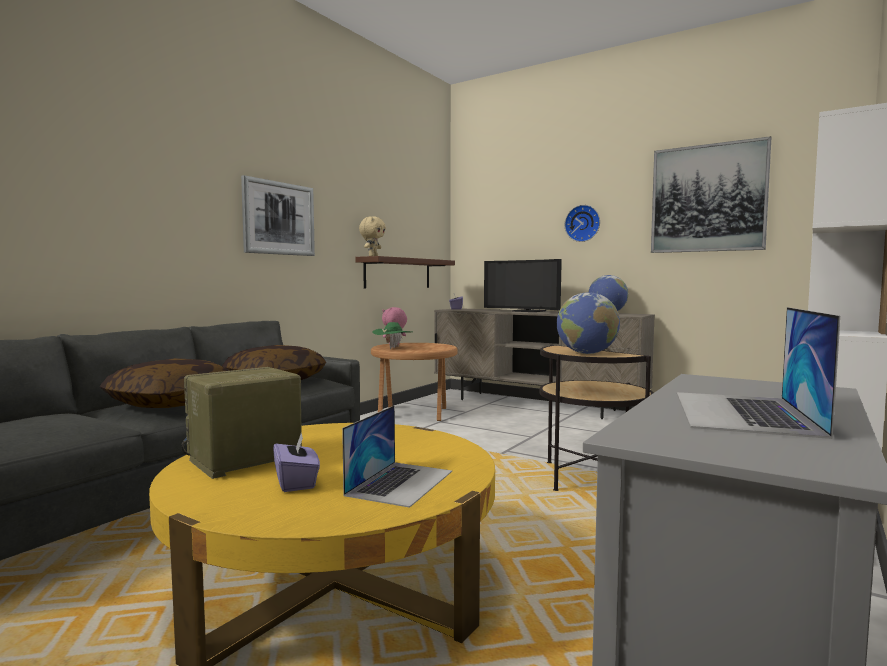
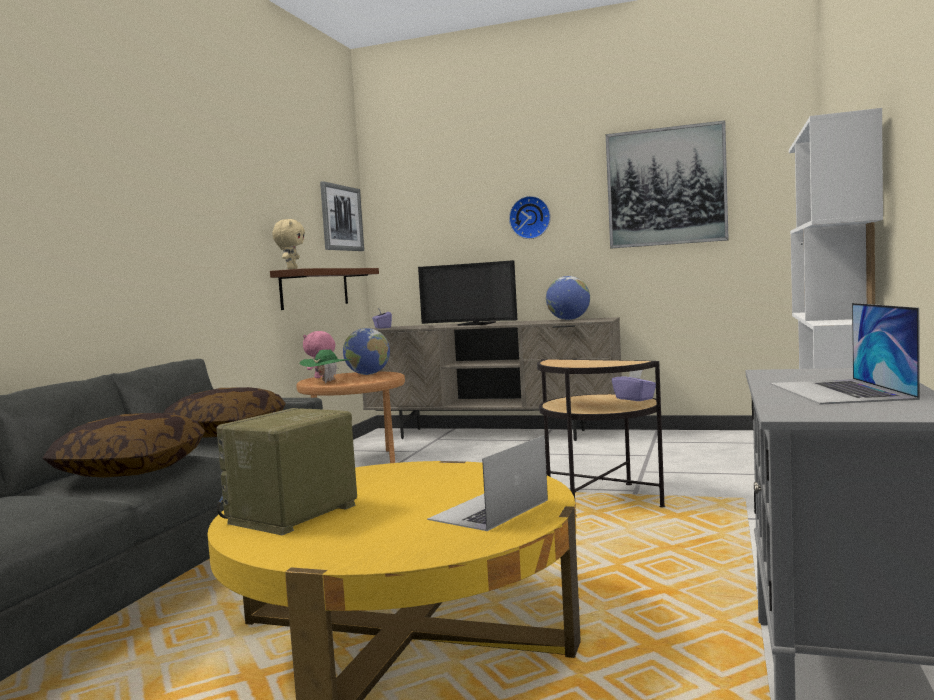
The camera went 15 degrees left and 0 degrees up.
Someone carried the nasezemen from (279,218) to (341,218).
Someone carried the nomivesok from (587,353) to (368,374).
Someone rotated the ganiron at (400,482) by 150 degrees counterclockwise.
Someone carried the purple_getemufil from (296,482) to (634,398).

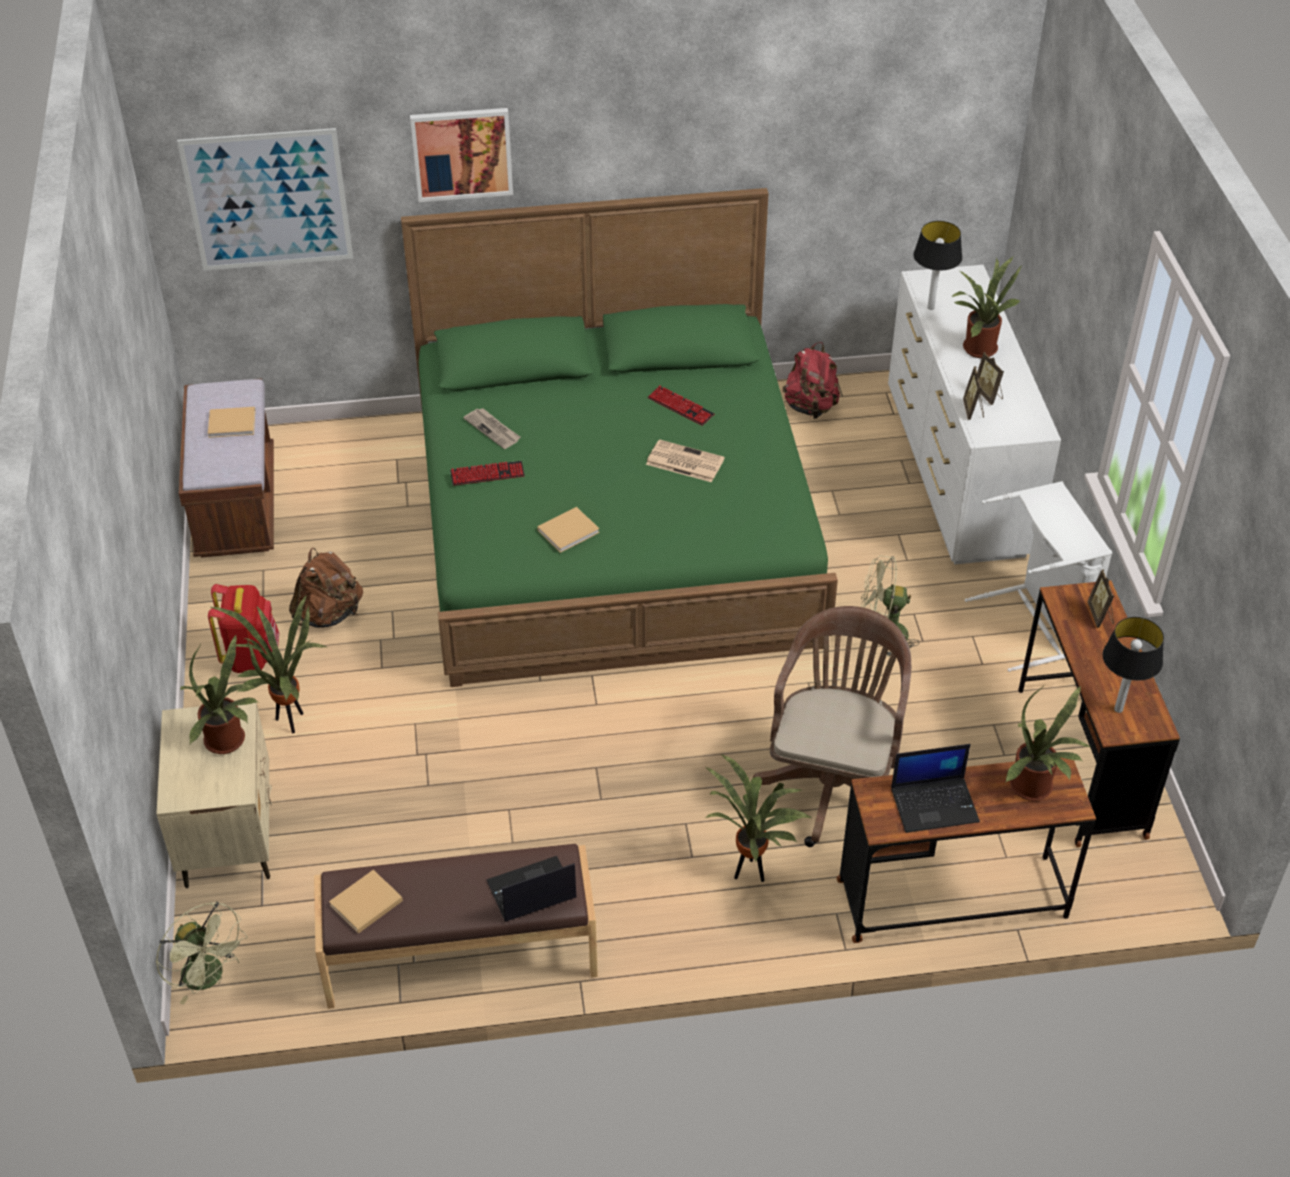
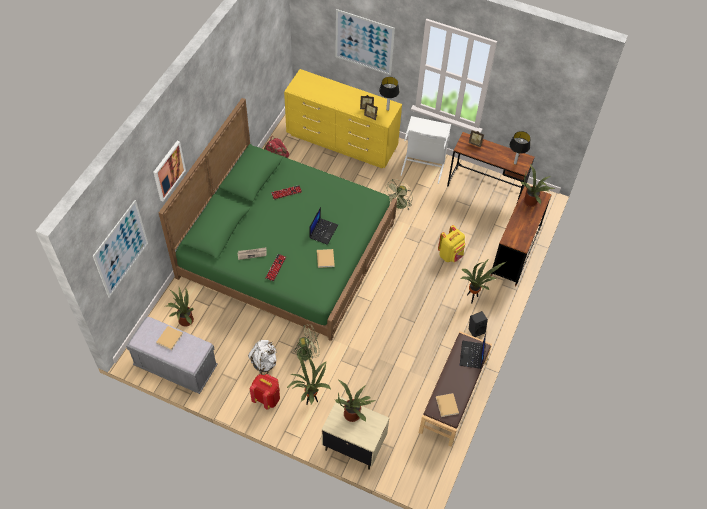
The camera went 60 degrees left and 10 degrees up.
Someone carried the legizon from (930,307) to (387,109).
Someone carried the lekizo from (977,347) to (184,320).
Someone repainted the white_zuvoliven at (956,475), which became the yellow_zuvoliven at (342,142).
Someone repainted the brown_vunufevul at (236,505), which became the grey_vunufevul at (176,367).
Someone took away the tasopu at (683,462).
Someone repainted the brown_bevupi at (329,614), which became the white_bevupi at (264,362).
Someone swapped the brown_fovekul at (833,781) for the yellow_bevupi at (450,255).
Someone carried the ganiron from (935,804) to (323,231).
Someone carried the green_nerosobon from (209,978) to (307,352).
Someone put up the nasezemen at (364,42).
Someone put down the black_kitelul at (476,329).

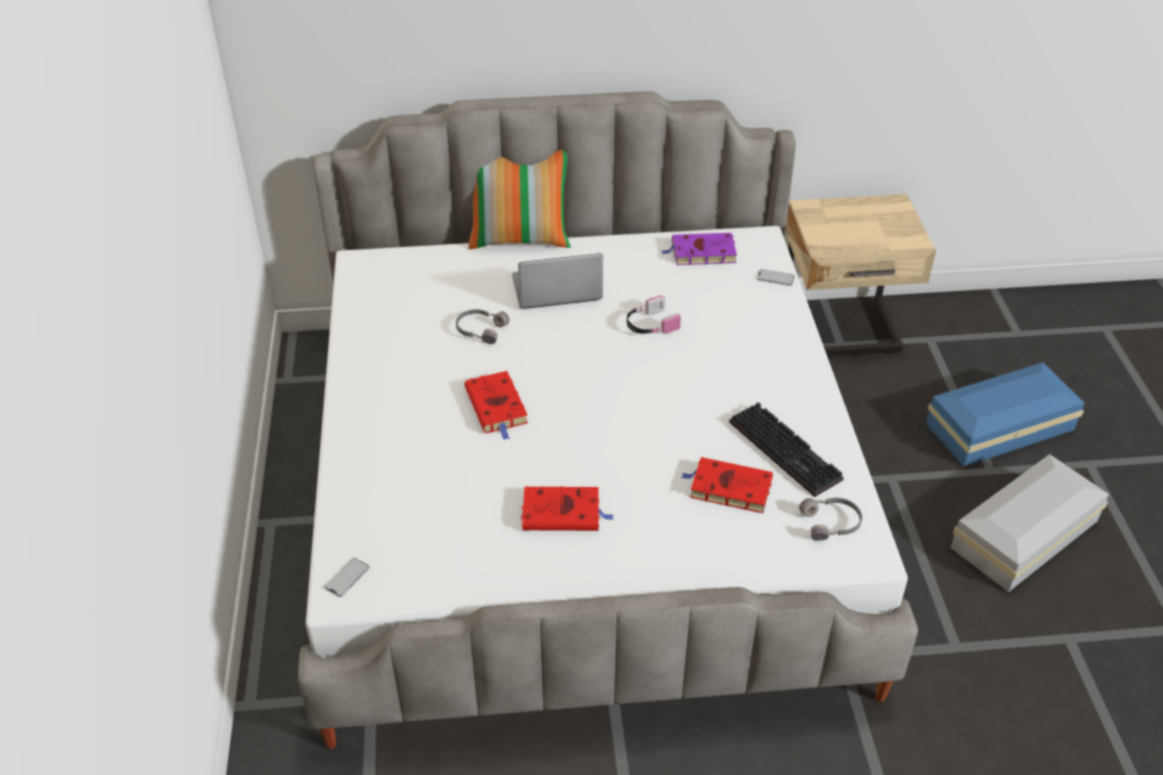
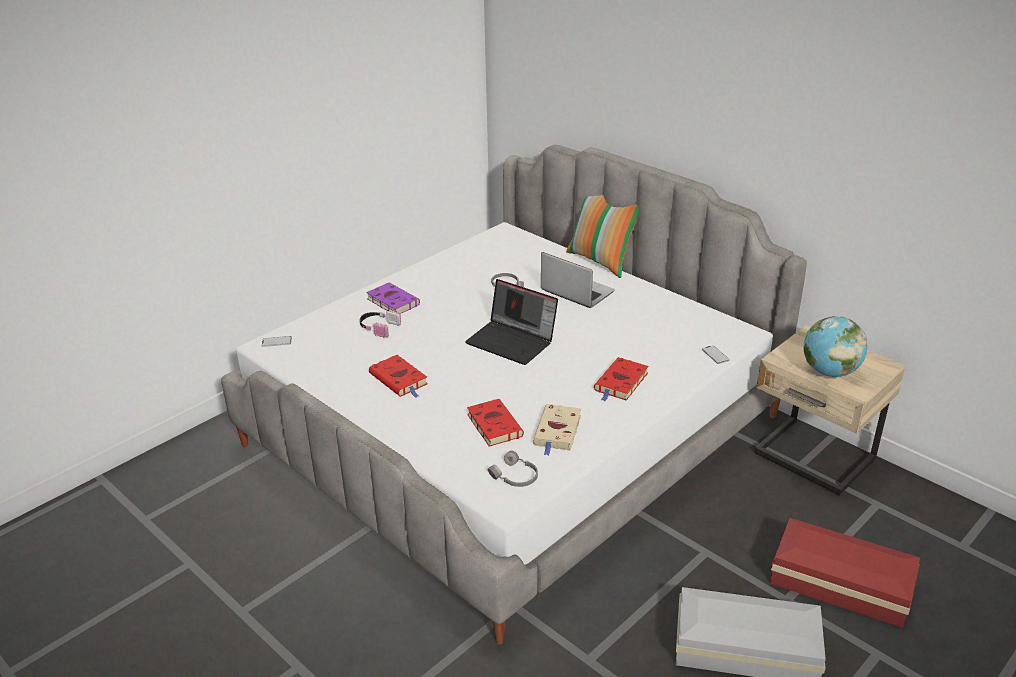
The camera went 50 degrees right and 10 degrees down.
Someone carried the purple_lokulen from (701,253) to (391,301).
Someone carried the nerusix from (650,325) to (378,327).
Someone repainted the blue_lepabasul at (996,426), which became the red_lepabasul at (839,581).
Someone carried the red_lokulen from (497,407) to (620,383).
Someone swapped the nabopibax at (788,451) for the beige_lokulen at (557,432).
Someone put down the ganiron at (513,341).
Someone put down the nomivesok at (829,372).

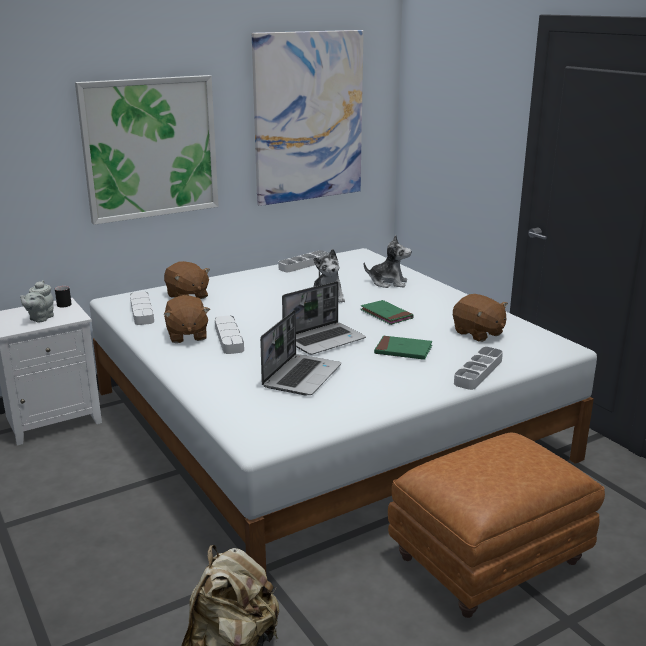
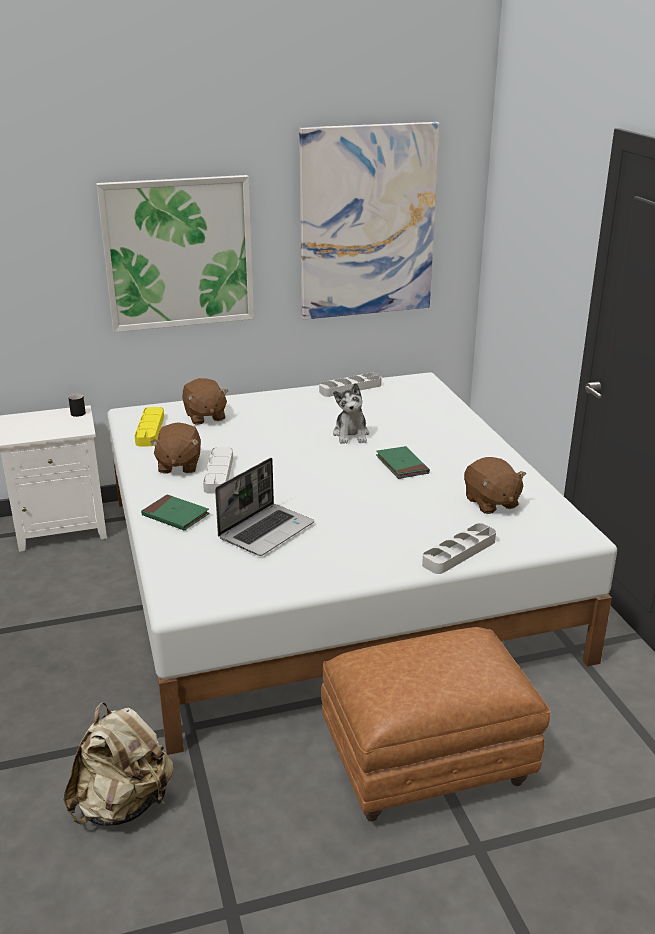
The camera went 15 degrees right and 5 degrees up.
Someone took away the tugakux at (388,283).
Someone took away the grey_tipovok at (40,318).
Someone took away the ganiron at (324,340).
Someone repainted the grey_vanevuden at (142,311), which became the yellow_vanevuden at (150,430).
Someone carried the green_lokulen from (403,350) to (175,515).

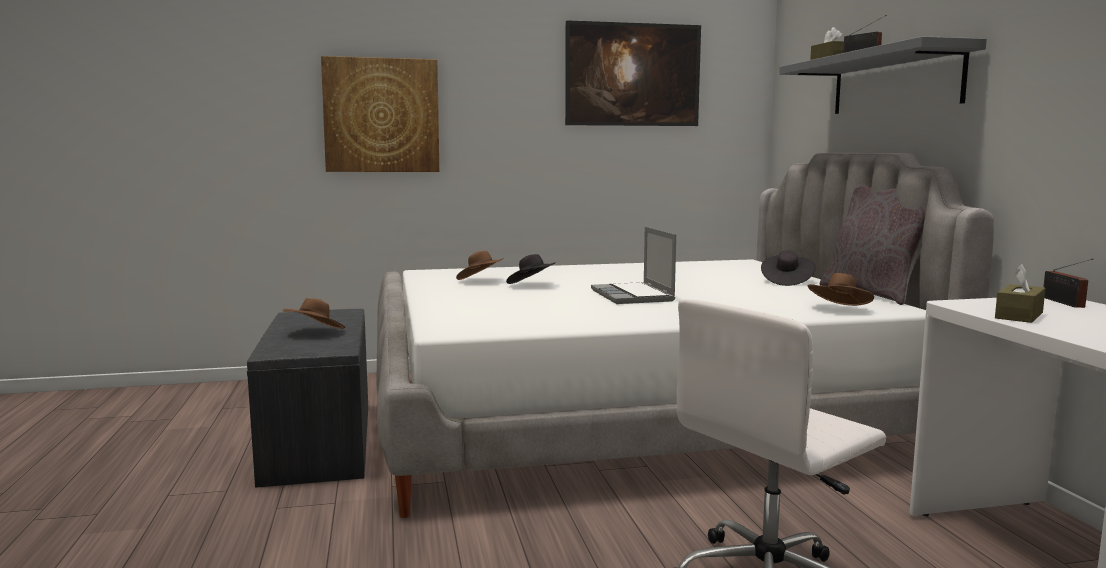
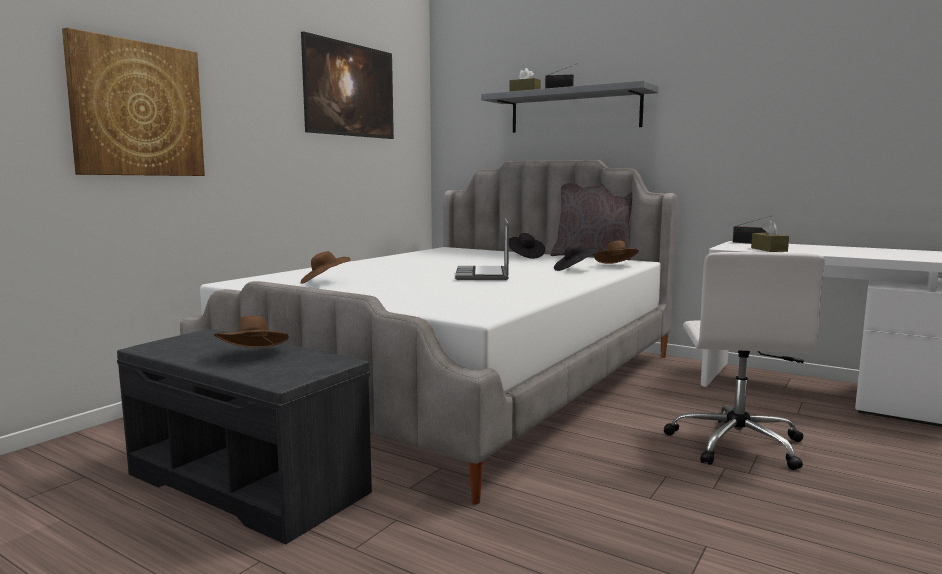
The camera went 45 degrees left and 0 degrees up.
Someone rotated the ganiron at (633,296) by 60 degrees clockwise.
Someone carried the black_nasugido from (531,285) to (575,269).

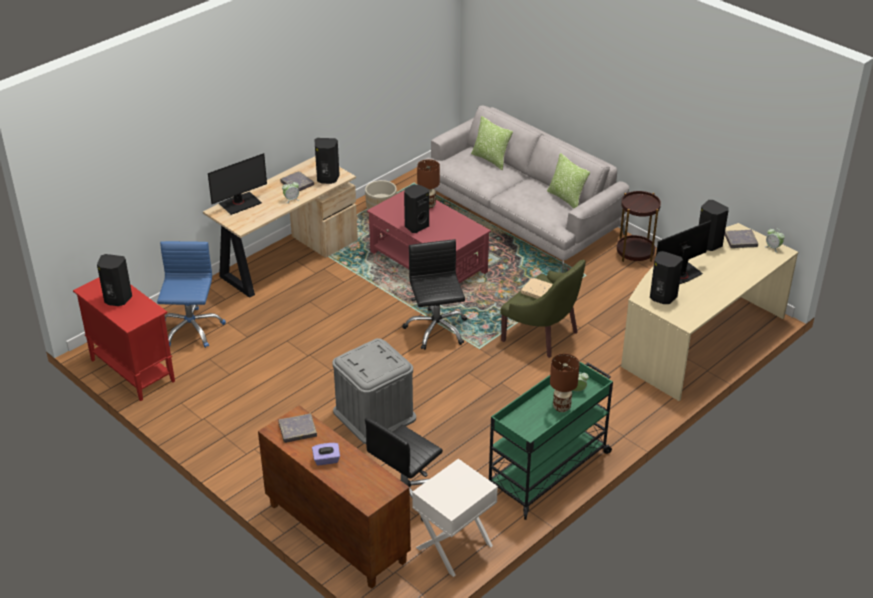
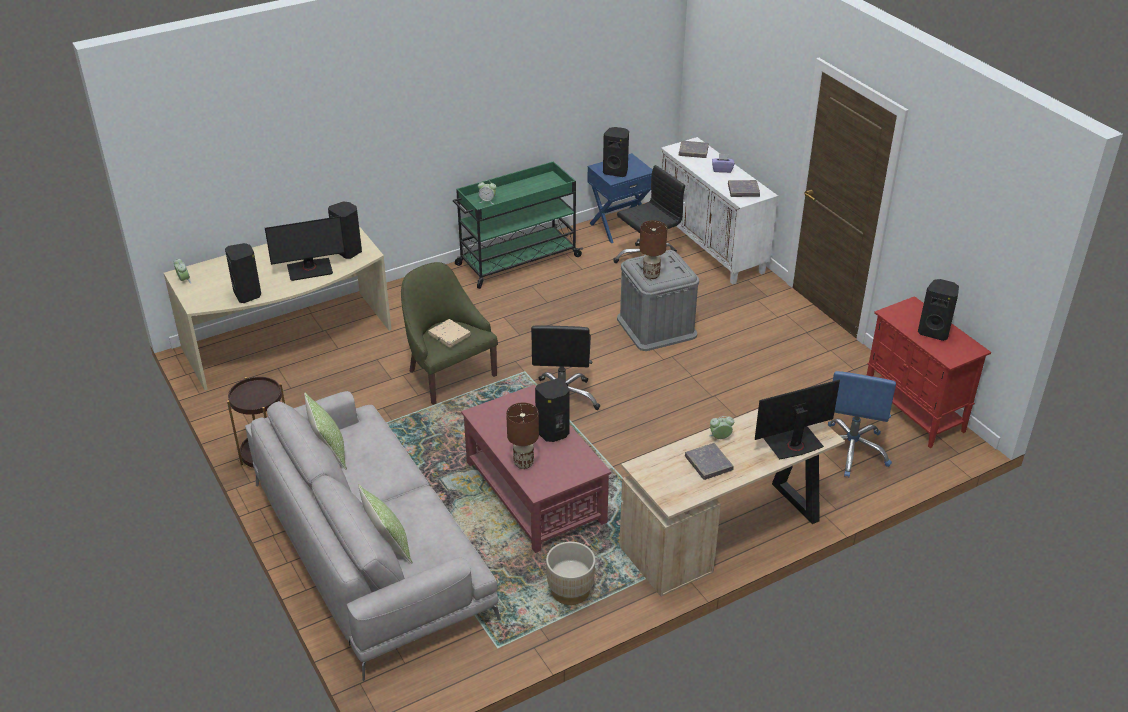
The camera went 165 degrees left and 0 degrees up.
Someone carried the black_kitelul from (327,179) to (616,172).
Someone carried the grey_lokulen from (740,241) to (693,151).
Someone carried the brown_legizon from (561,407) to (651,275).
Someone repainted the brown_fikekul at (335,533), which became the white_fikekul at (712,248).
Someone repainted the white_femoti at (455,547), which became the blue_femoti at (619,226).

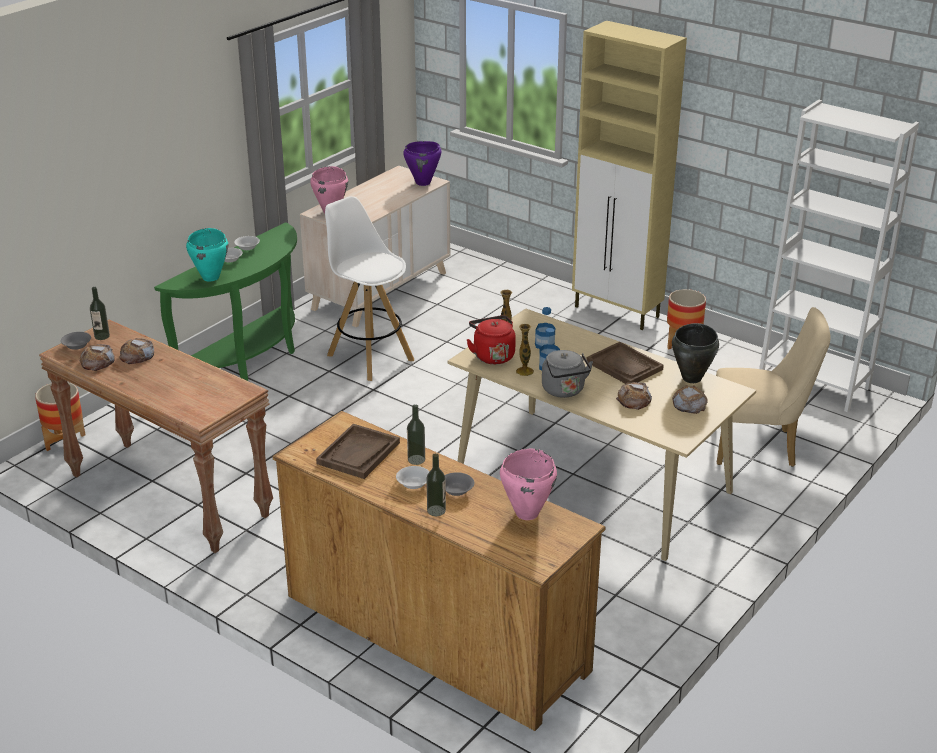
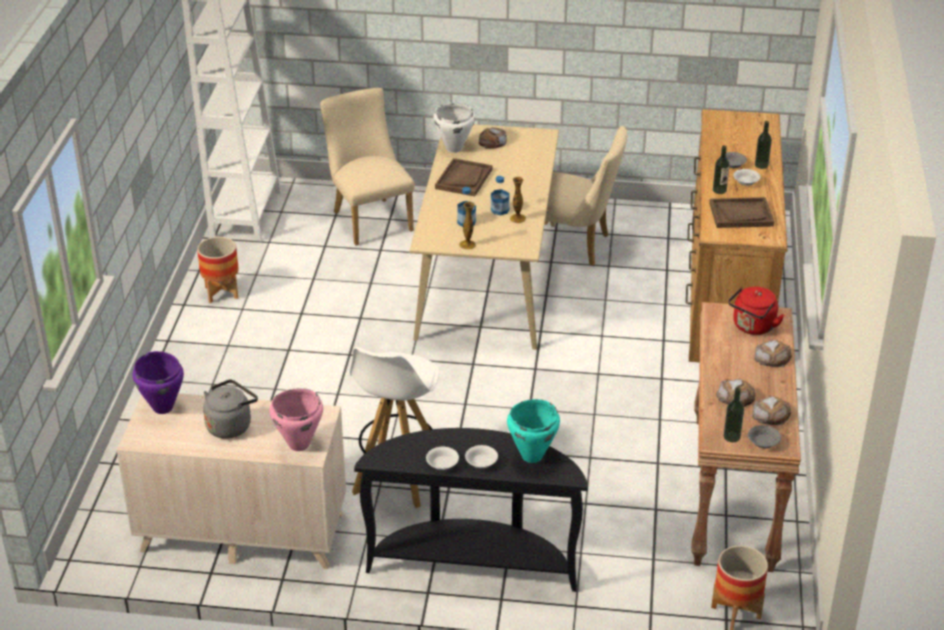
The camera went 120 degrees left and 5 degrees up.
Someone took away the beige_fikekul at (617,312).
Someone repainted the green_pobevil at (250,359), which became the black_pobevil at (473,562).
Someone carried the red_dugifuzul from (492,355) to (752,327).
Someone repainted the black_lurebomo at (692,378), which became the white_lurebomo at (453,148).
Someone carried the grey_dugifuzul from (564,391) to (231,425).
Someone carried the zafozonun from (634,400) to (772,357).
Someone took away the pink_lurebomo at (526,513).
Someone put down the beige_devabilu at (574,246).

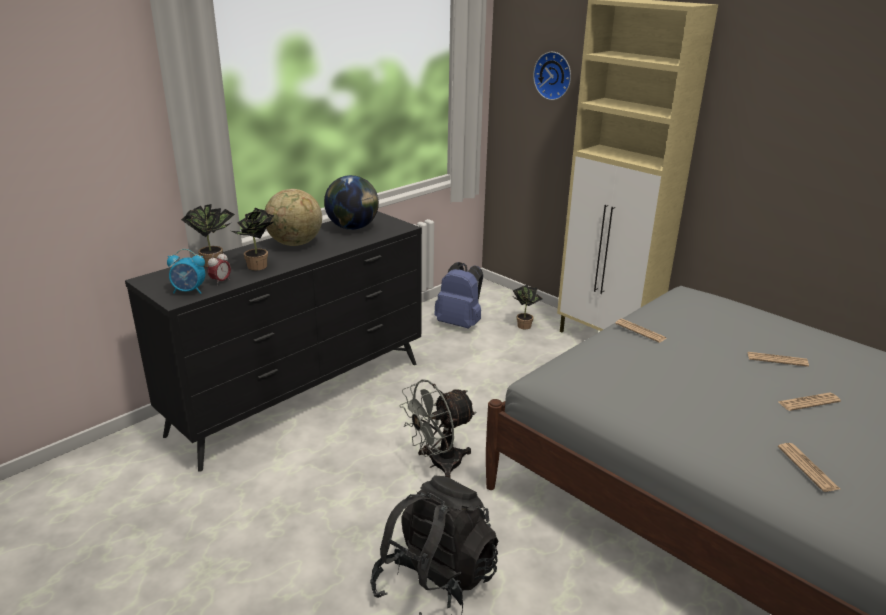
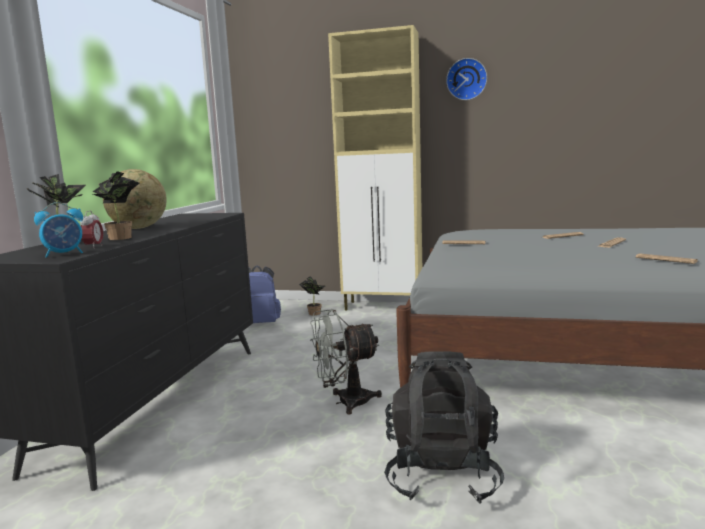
The camera went 30 degrees left and 15 degrees down.
Someone carried the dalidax from (554,75) to (466,79).
Someone took away the nomivesok at (353,227).
Someone rotated the grey_nerosobon at (438,464) by 45 degrees clockwise.

